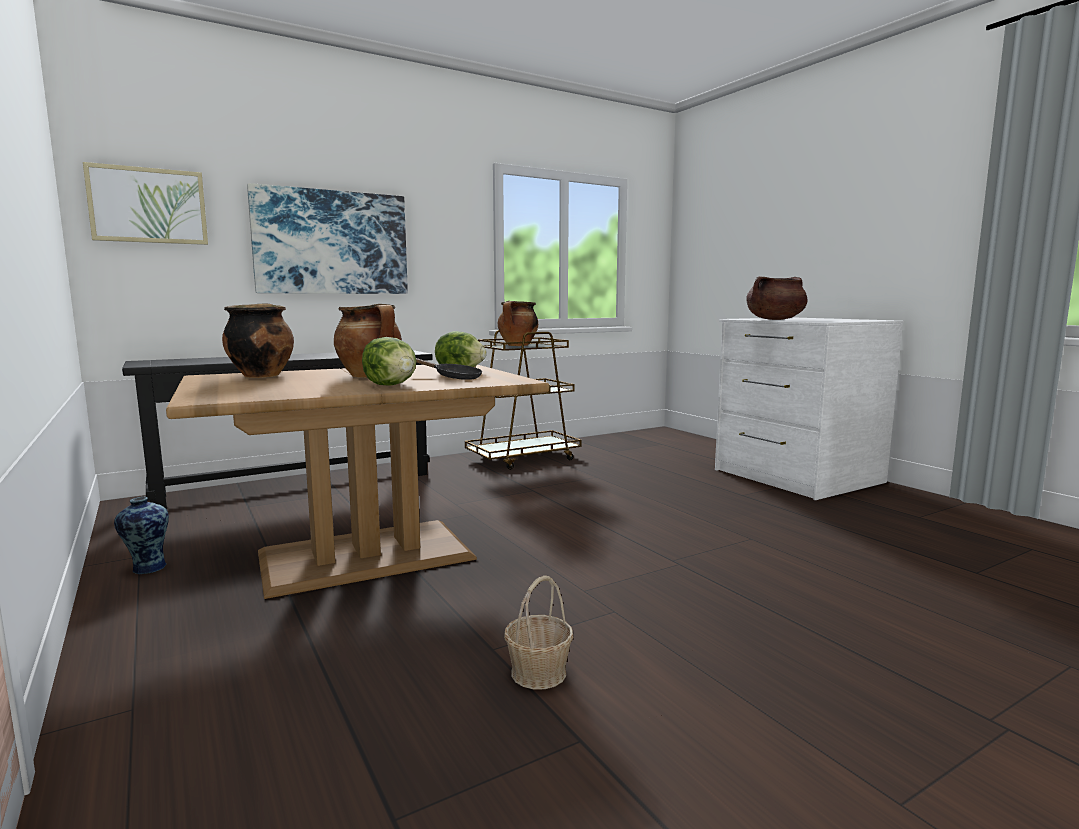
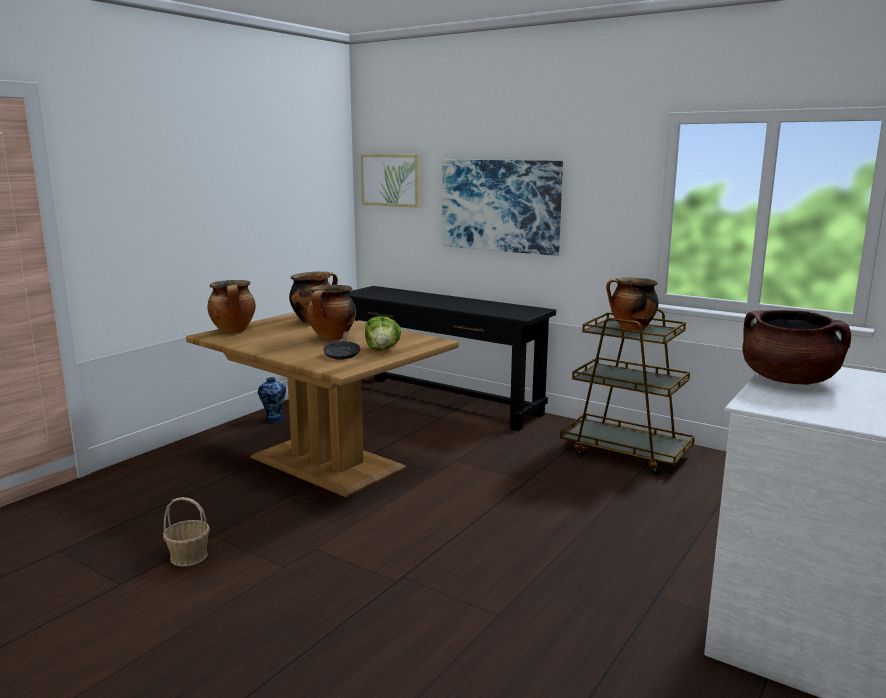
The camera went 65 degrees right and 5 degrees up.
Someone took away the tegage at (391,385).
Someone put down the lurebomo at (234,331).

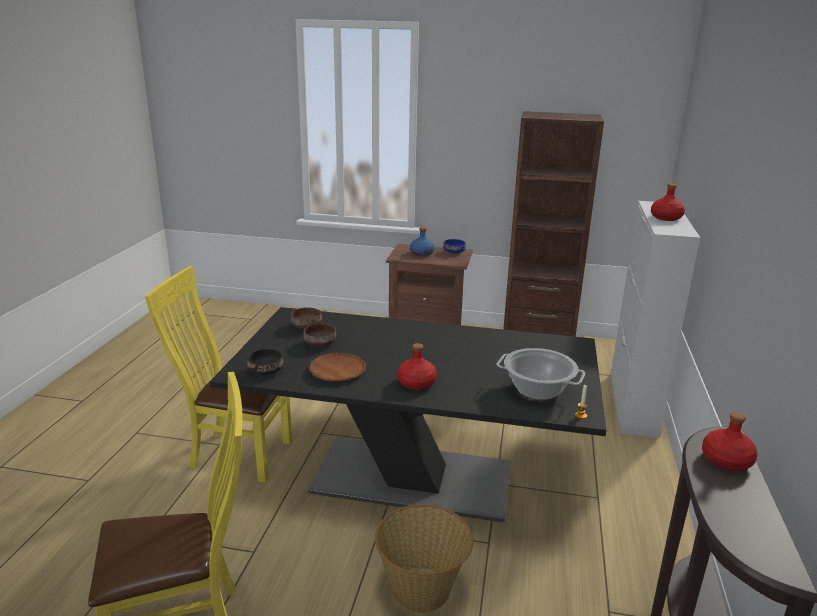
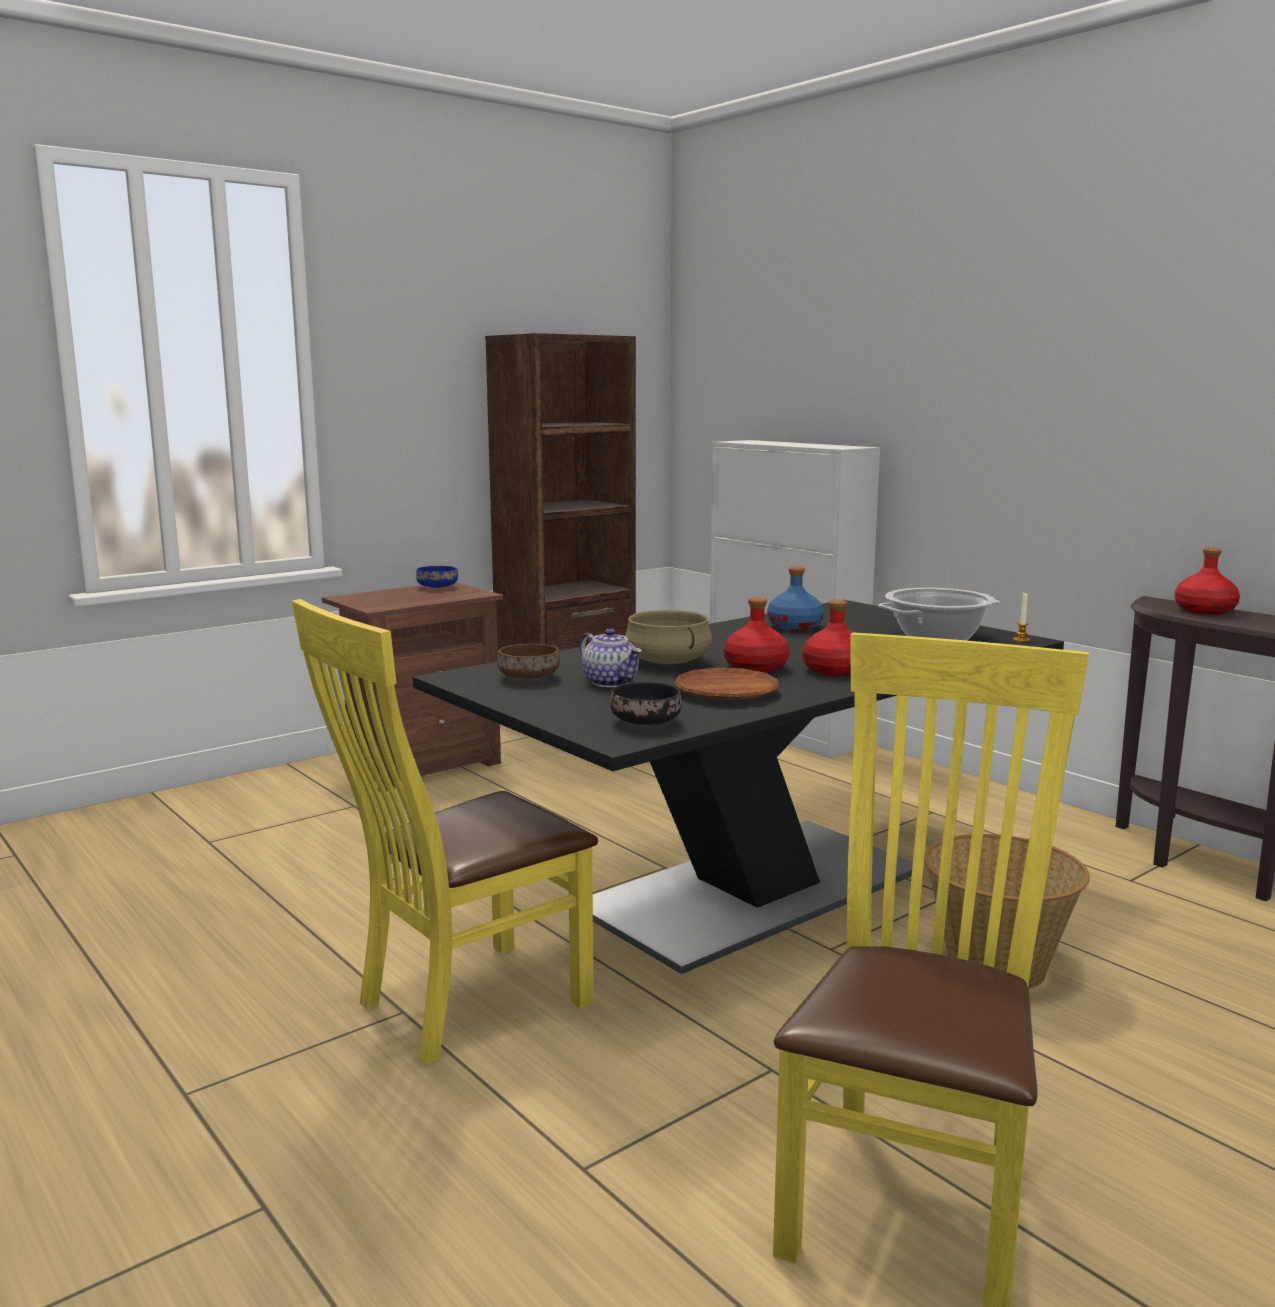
The camera went 50 degrees left and 10 degrees down.
Someone carried the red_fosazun from (666,218) to (756,667).
Someone carried the blue_fosazun from (422,253) to (795,627).
Someone swapped the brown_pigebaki at (321,343) for the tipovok at (611,682).
Someone put down the beige_lurebomo at (669,661).

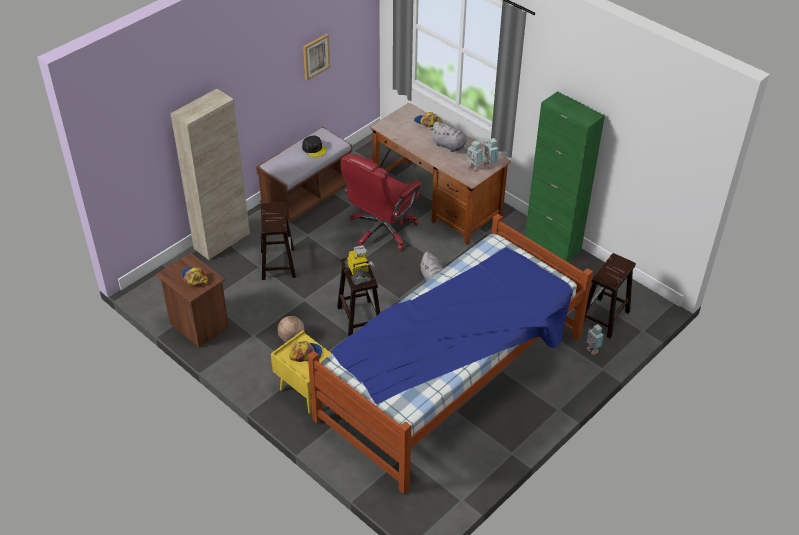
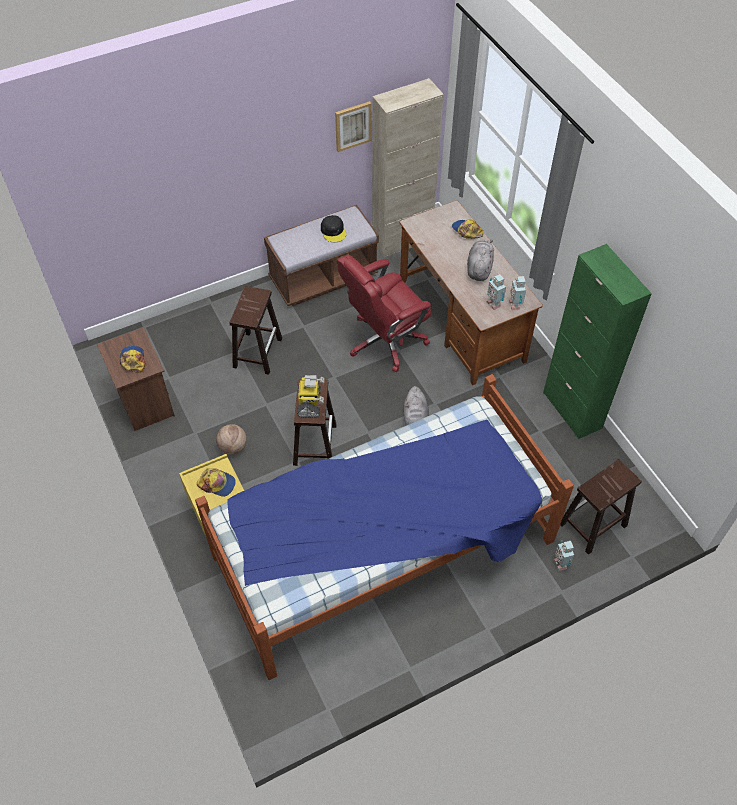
The camera went 20 degrees right and 10 degrees up.
Someone carried the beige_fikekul from (222,241) to (402,241).
Someone rotated the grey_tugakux at (450,146) by 135 degrees counterclockwise.

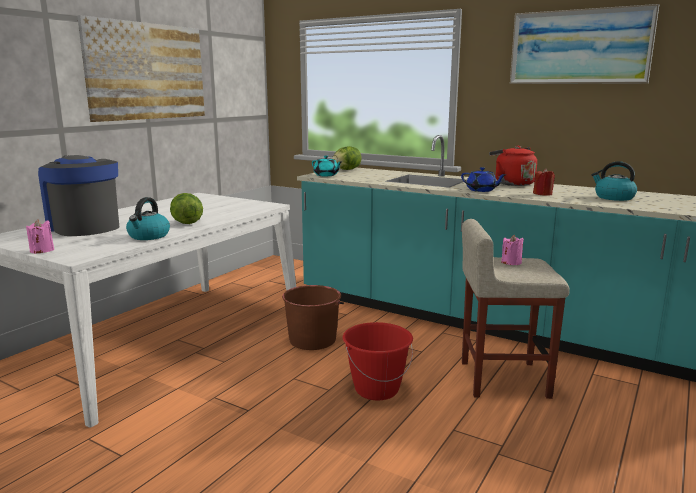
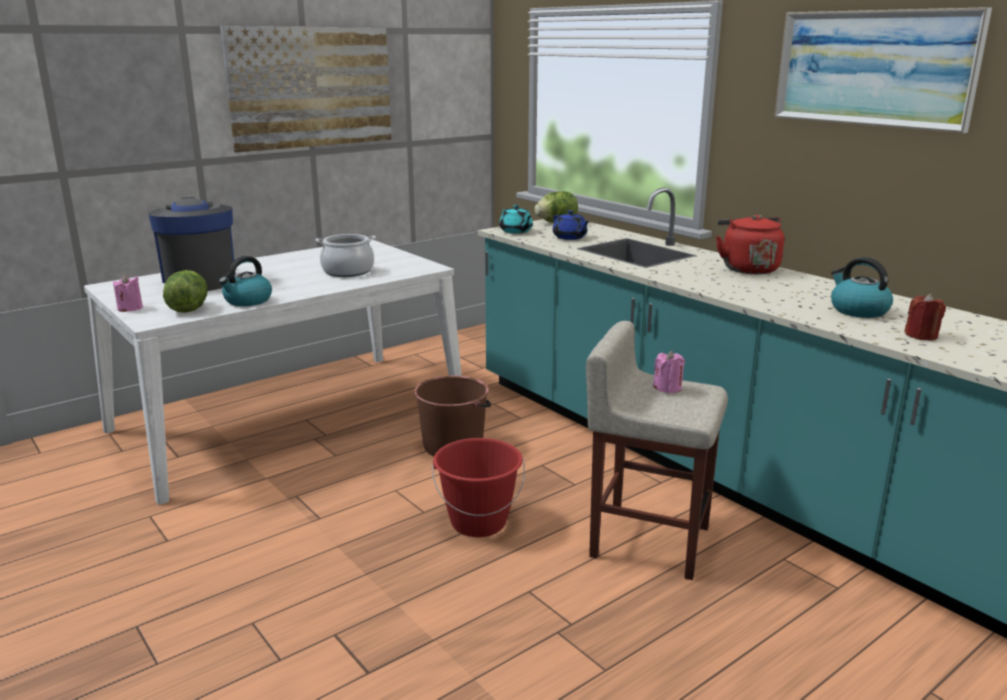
The camera went 20 degrees right and 5 degrees up.
Someone carried the blue_tipovok from (481,190) to (570,237).
Someone carried the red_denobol from (543,194) to (921,336).
Someone carried the tegage from (186,223) to (188,309).
Someone put down the lurebomo at (348,271).

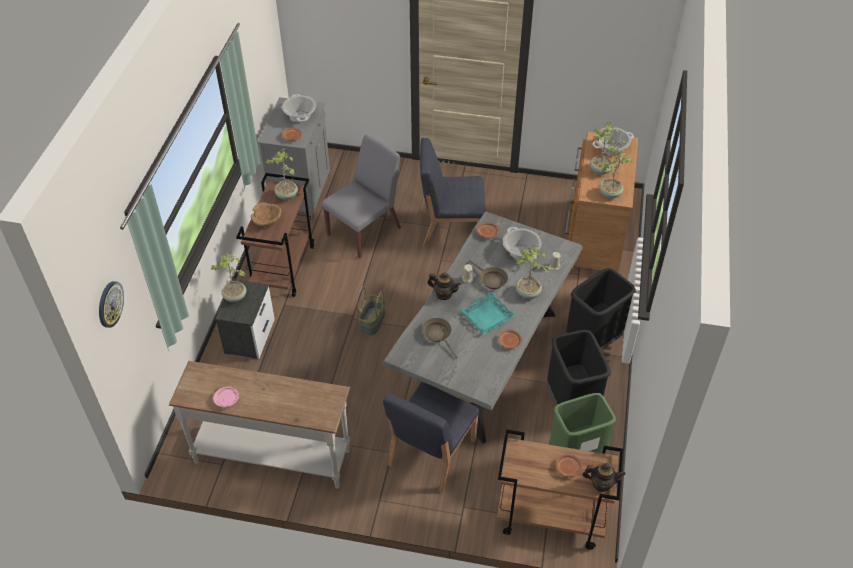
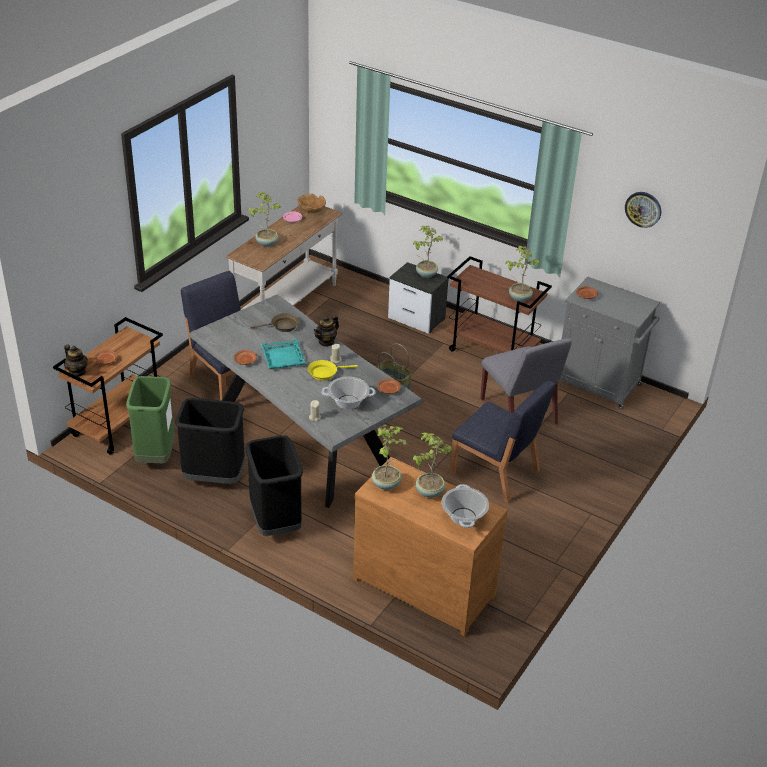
The camera went 110 degrees right and 10 degrees down.
Someone took away the lurebomo at (300,116).
Someone rotated the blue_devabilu at (451,227) by 105 degrees clockwise.
Someone carried the brown_pigebaki from (267,220) to (311,209).
Someone carried the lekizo from (527,293) to (266,243).
Someone repainted the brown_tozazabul at (491,279), which became the yellow_tozazabul at (325,373).
Someone carried the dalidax from (110,304) to (643,209).
Someone rotated the tipovok at (601,483) by 75 degrees counterclockwise.

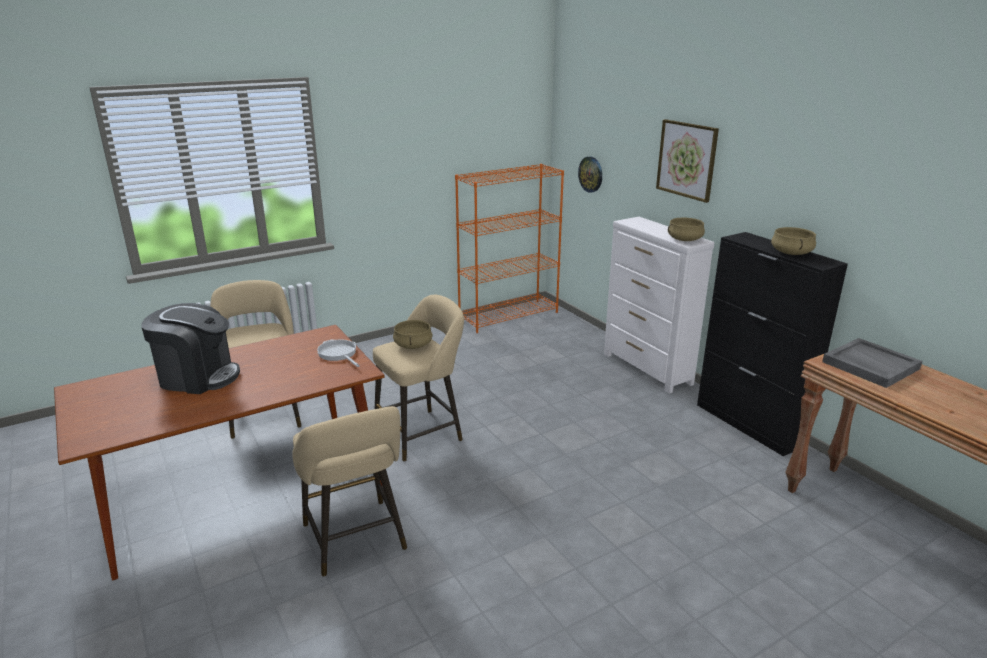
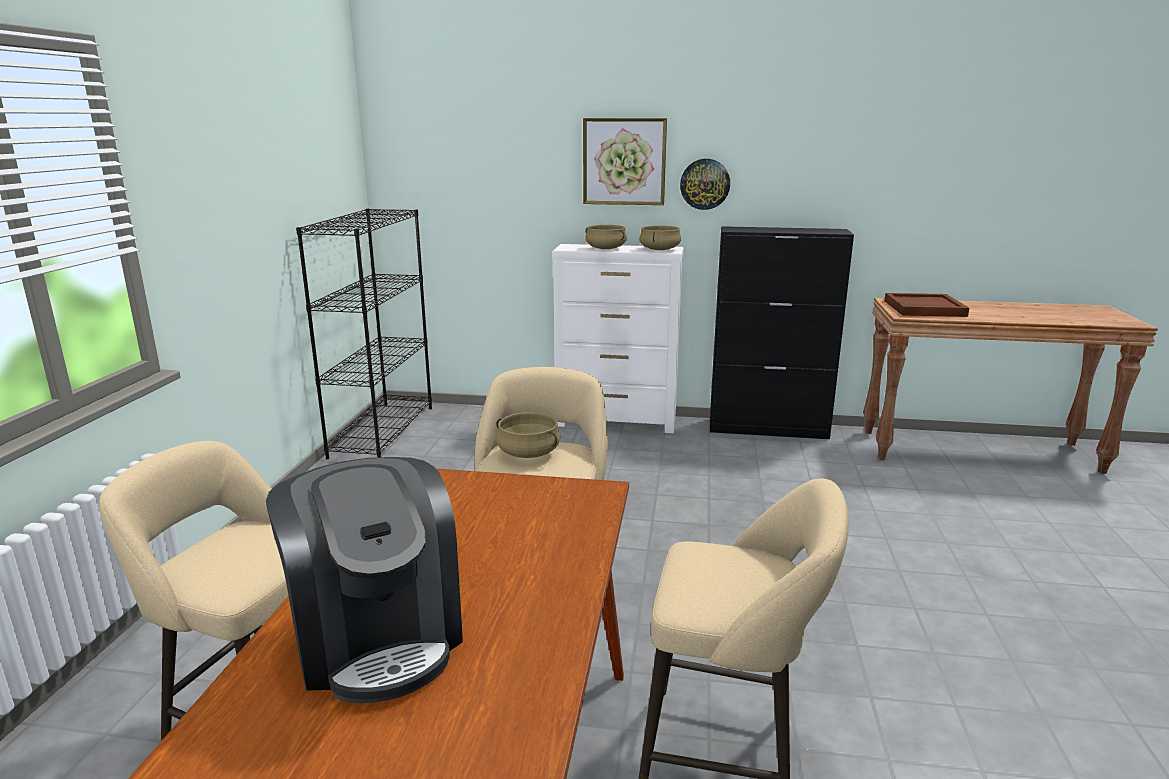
The camera went 50 degrees left and 5 degrees down.
Someone carried the dalidax from (591,174) to (705,184).
Someone repainted the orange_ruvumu at (509,316), which became the black_ruvumu at (382,431).
Someone carried the beige_lurebomo from (791,253) to (605,248).
Someone rotated the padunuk at (198,377) by 105 degrees clockwise.
Someone repainted the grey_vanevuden at (869,365), which became the brown_vanevuden at (924,308).
Someone took away the tozazabul at (338,354).

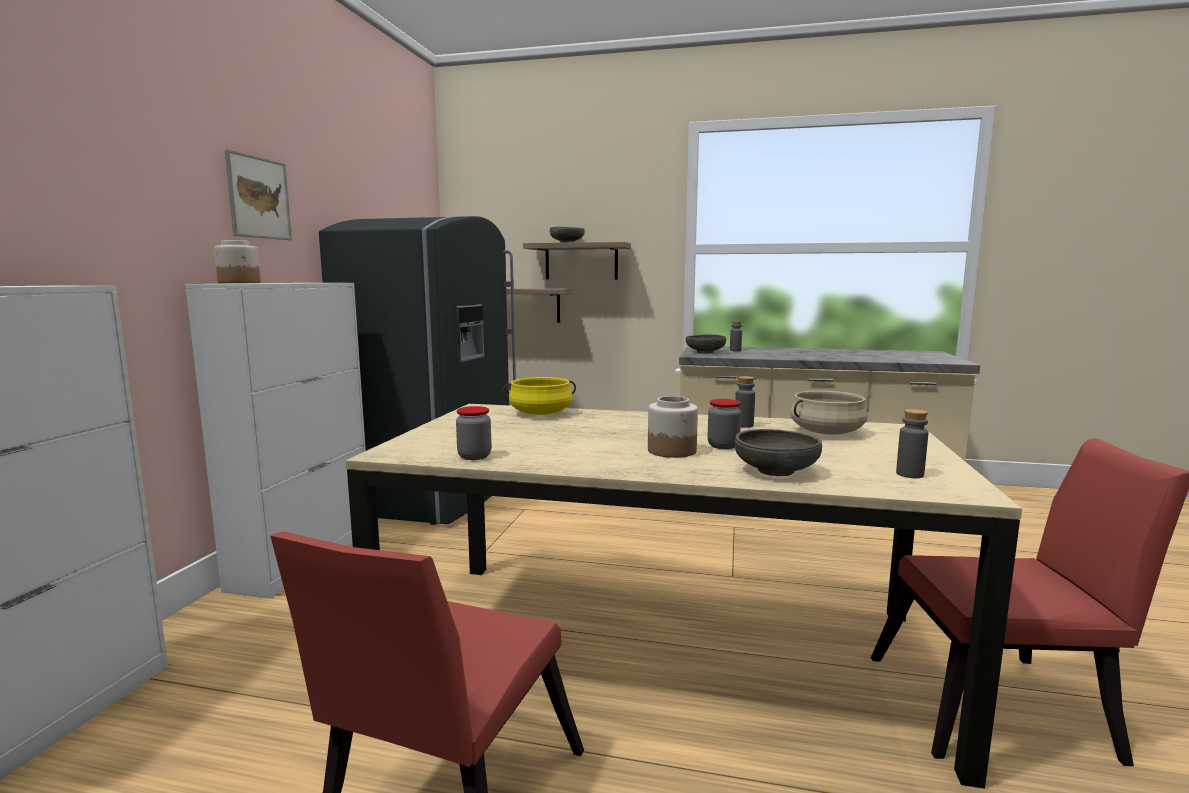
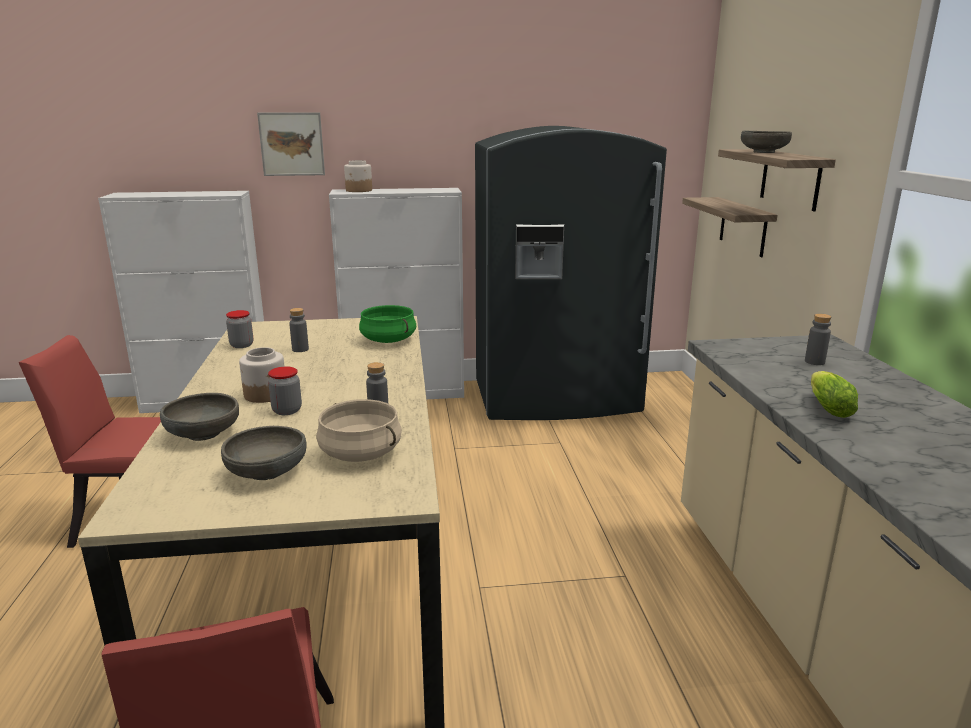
The camera went 70 degrees right and 10 degrees up.
Someone carried the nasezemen from (258,197) to (292,144).
Someone carried the grey_pigebaki from (705,352) to (267,472).
Someone repainted the yellow_lurebomo at (541,413), which became the green_lurebomo at (389,340).
Someone carried the grey_fosazun from (909,474) to (300,349).
Someone put down the tegage at (826,407).

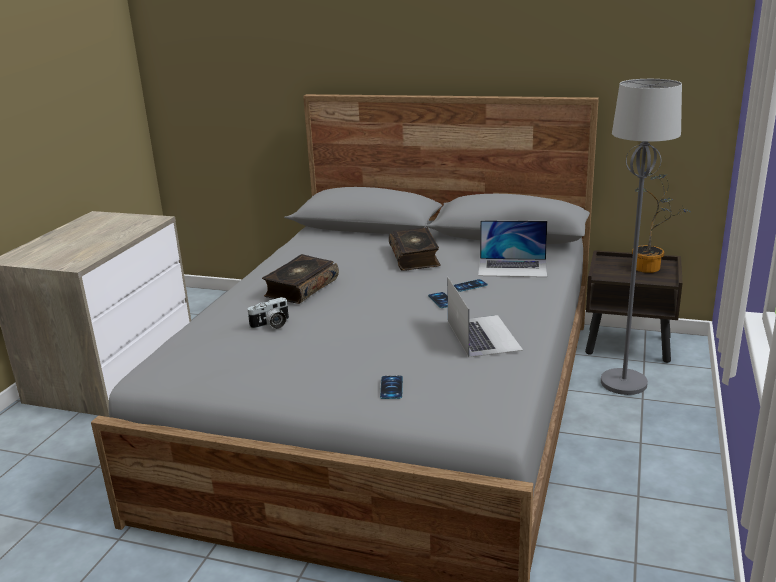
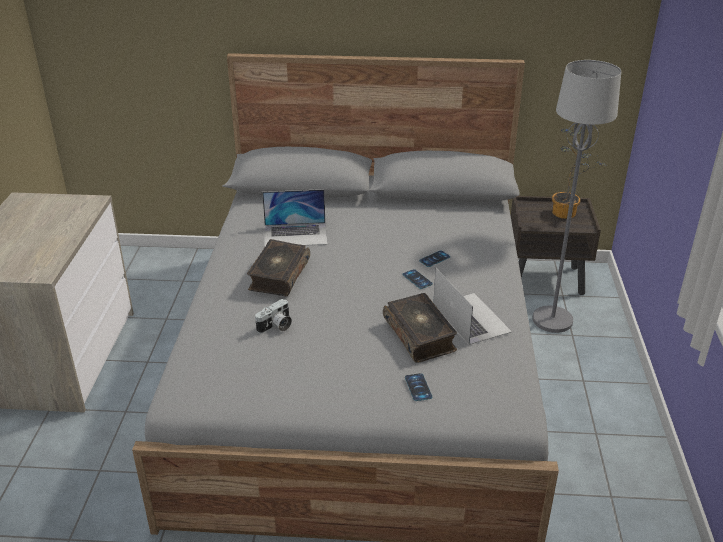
The camera went 15 degrees left and 10 degrees up.
Someone carried the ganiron from (512,267) to (295,234).
Someone carried the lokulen from (415,257) to (420,335).

